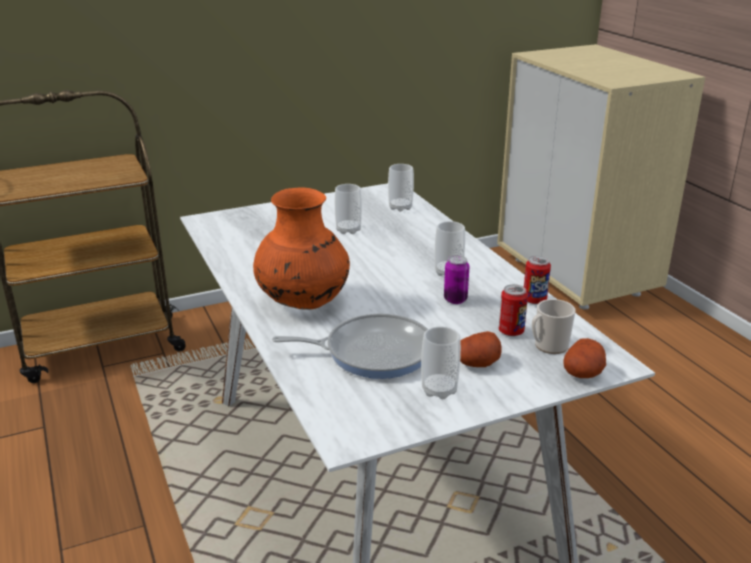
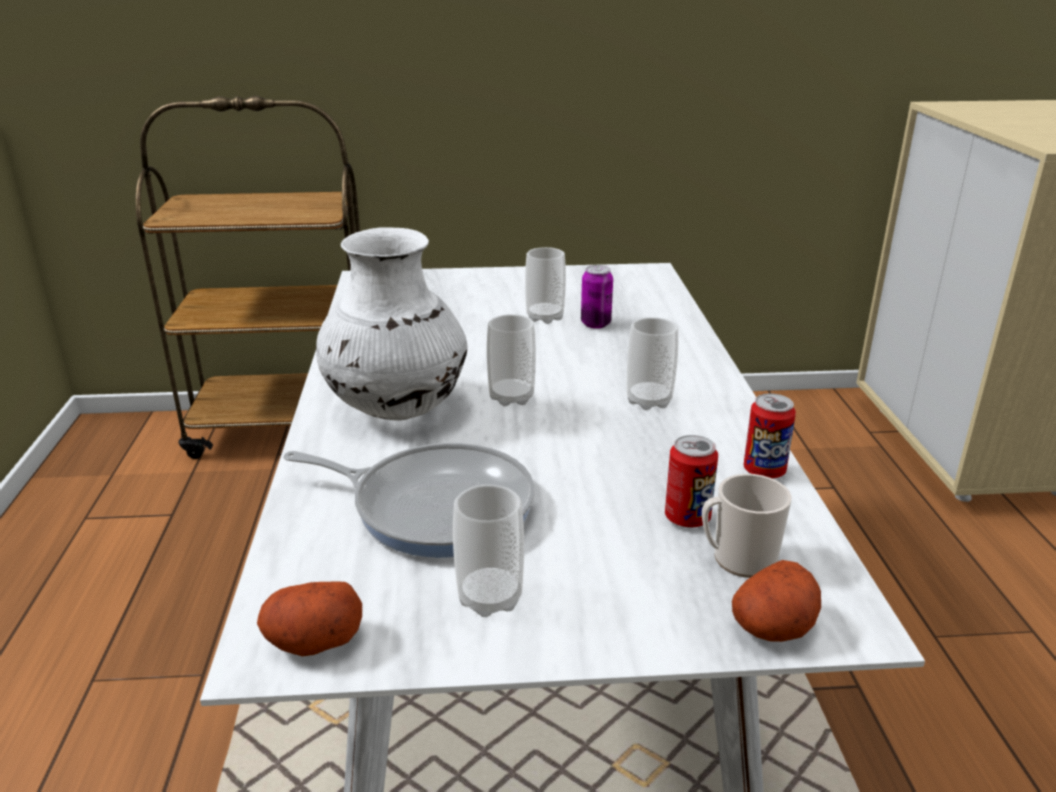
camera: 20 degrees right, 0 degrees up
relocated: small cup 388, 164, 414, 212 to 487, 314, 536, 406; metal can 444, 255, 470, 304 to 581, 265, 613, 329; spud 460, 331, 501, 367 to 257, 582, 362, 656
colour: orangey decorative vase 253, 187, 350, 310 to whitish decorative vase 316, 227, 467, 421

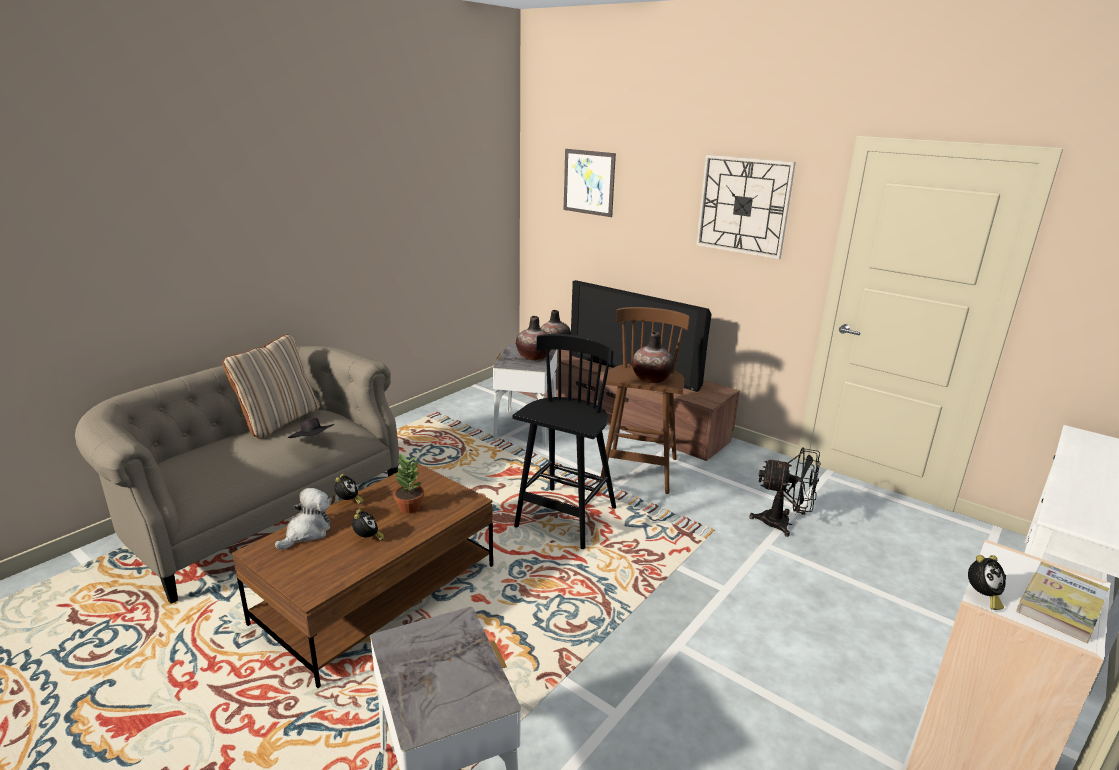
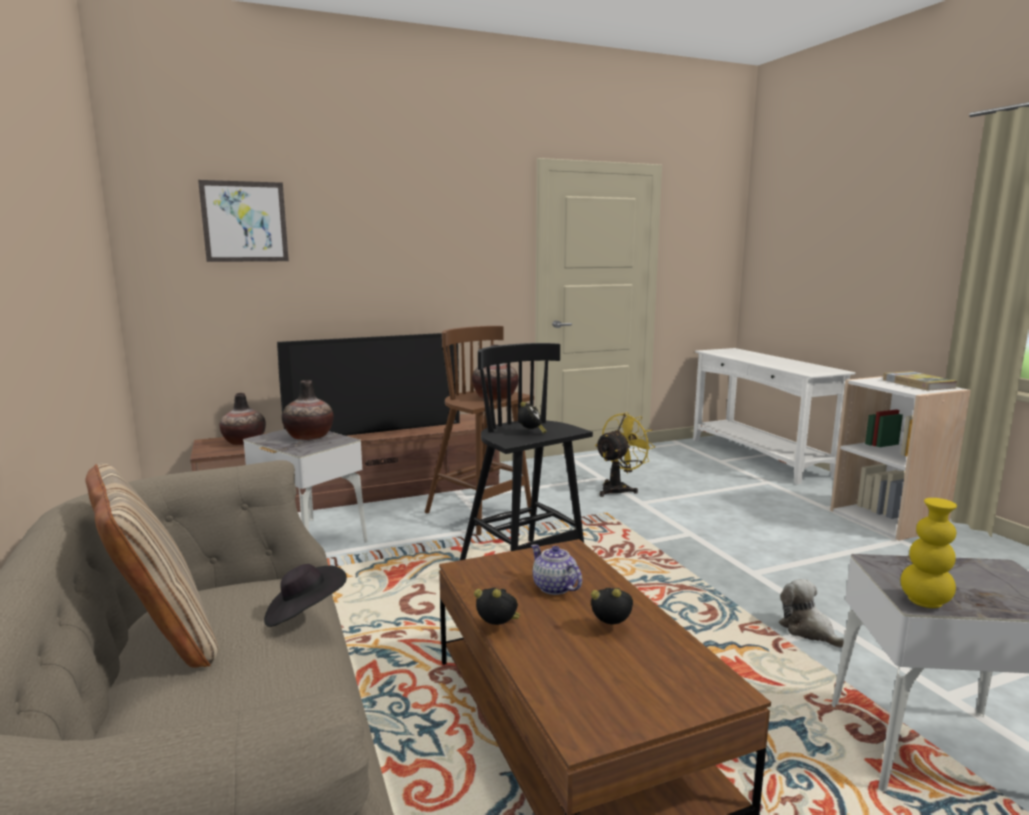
camera: 60 degrees left, 10 degrees down
missing: wall clock 696, 154, 796, 259
appeared: yellow decorative vase 900, 498, 957, 608
relocated: cuddly toy 275, 488, 330, 550 to 779, 579, 844, 648; bedside clock 968, 555, 1006, 610 to 518, 402, 547, 434
exchanged: plant in a pot 394, 454, 424, 514 to teapot 531, 544, 582, 595
colour: blackish electric fan 749, 447, 821, 537 to yellow electric fan 595, 412, 655, 497

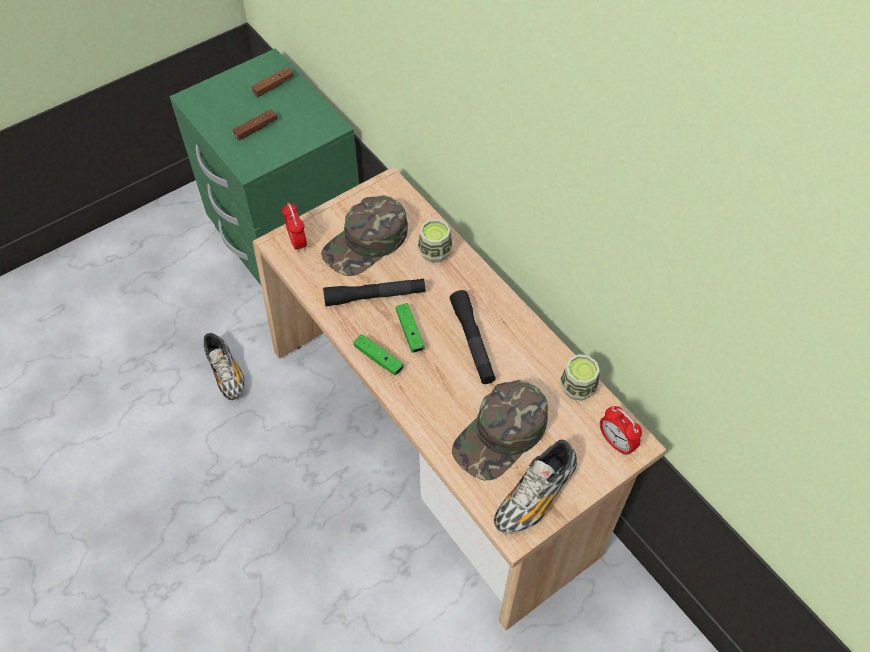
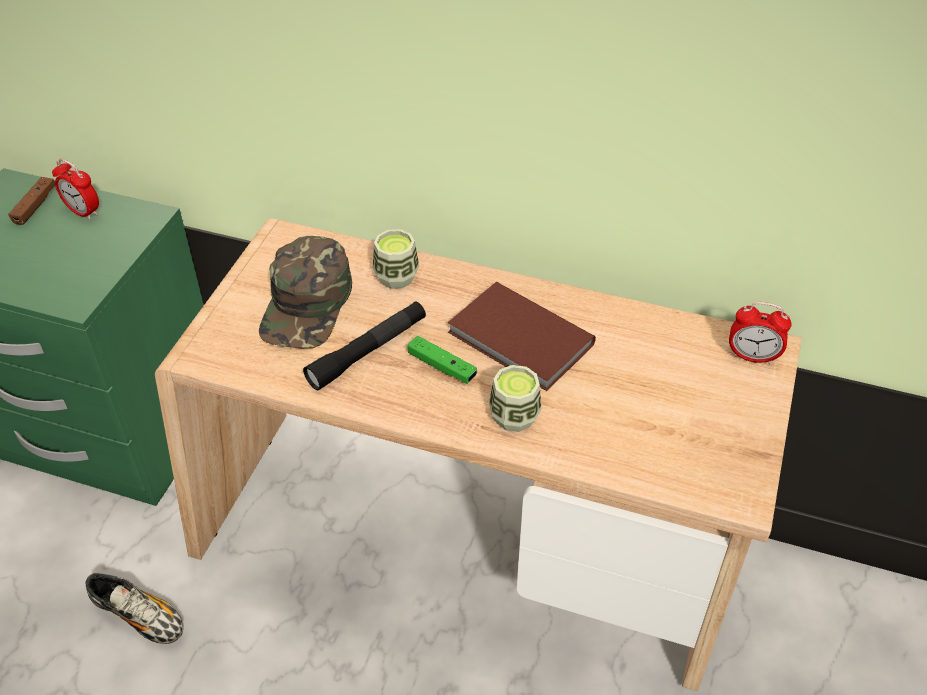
camera: 35 degrees left, 10 degrees down
missing: brown joypad 233, 109, 277, 140; greenish joypad 353, 334, 404, 376; greenish baseball cap 452, 380, 548, 480; shoe 494, 439, 577, 534
relocated: bedside clock 282, 203, 307, 252 to 52, 159, 99, 220; small cup 560, 354, 600, 401 to 489, 365, 541, 432
exchanged: blackish hand torch 450, 290, 496, 384 to brown bound book 448, 282, 596, 391

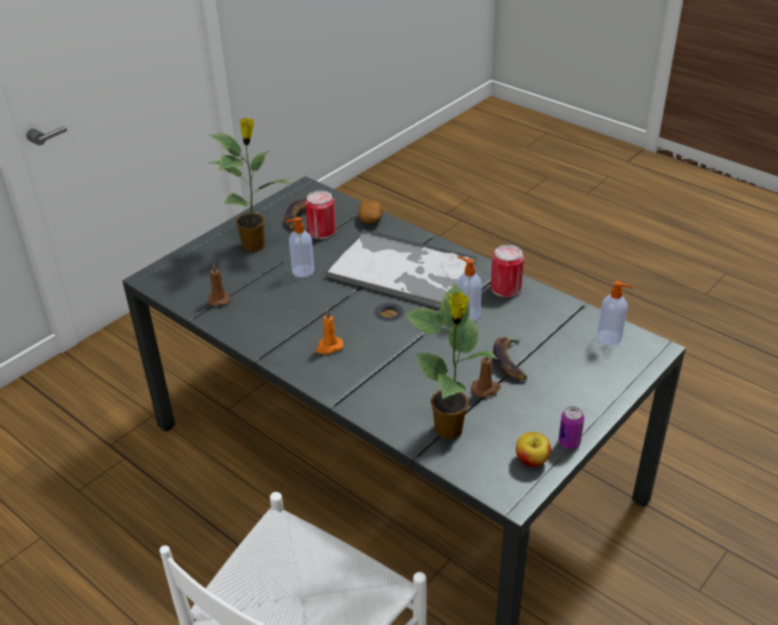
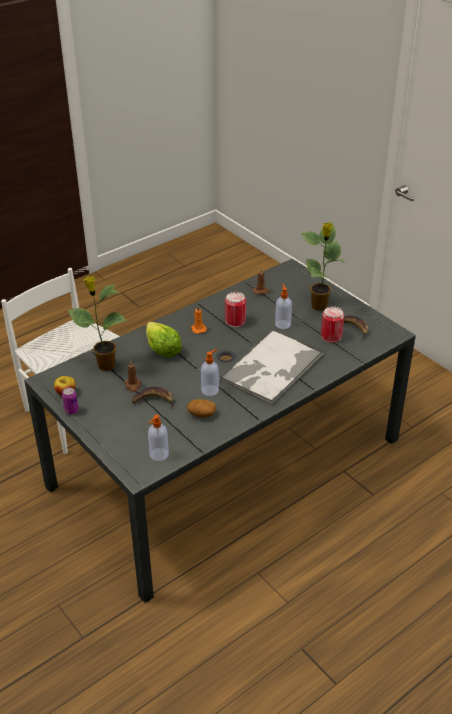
camera: 100 degrees right, 0 degrees up
appeared: head of lettuce 146, 322, 182, 358
relocated: spud 358, 200, 383, 223 to 187, 399, 216, 418; metal can 491, 245, 524, 297 to 225, 292, 246, 327

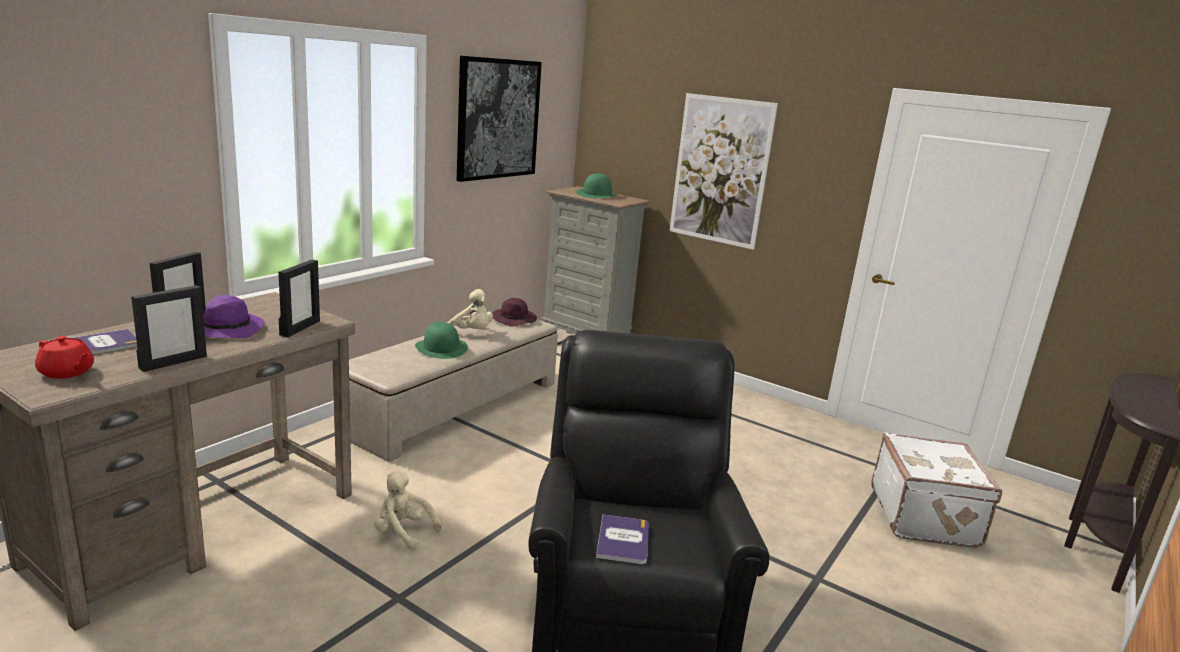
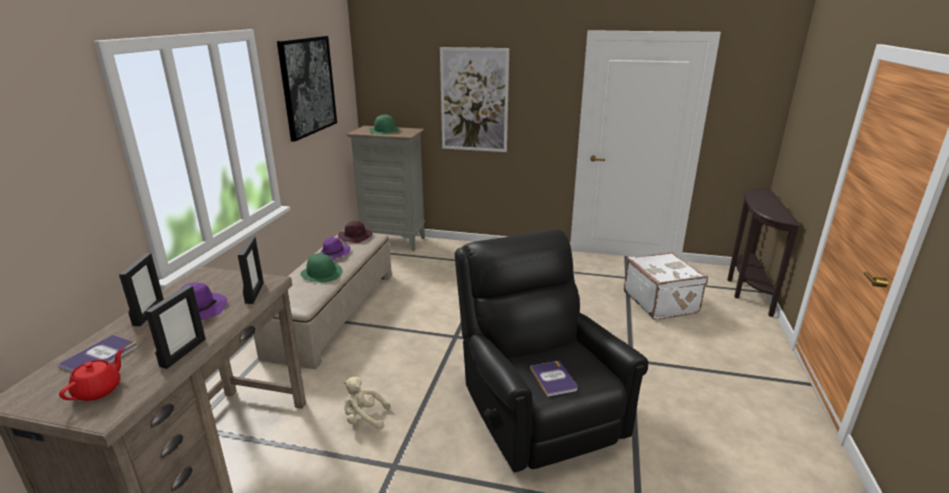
camera: 20 degrees left, 5 degrees up
exchanged: sand-coloured cuddly toy 446, 289, 493, 329 to purple-coloured clothing hat 316, 237, 351, 259
spun: reddish teapot 35, 336, 94, 379 = 59, 349, 124, 401 75 degrees counterclockwise

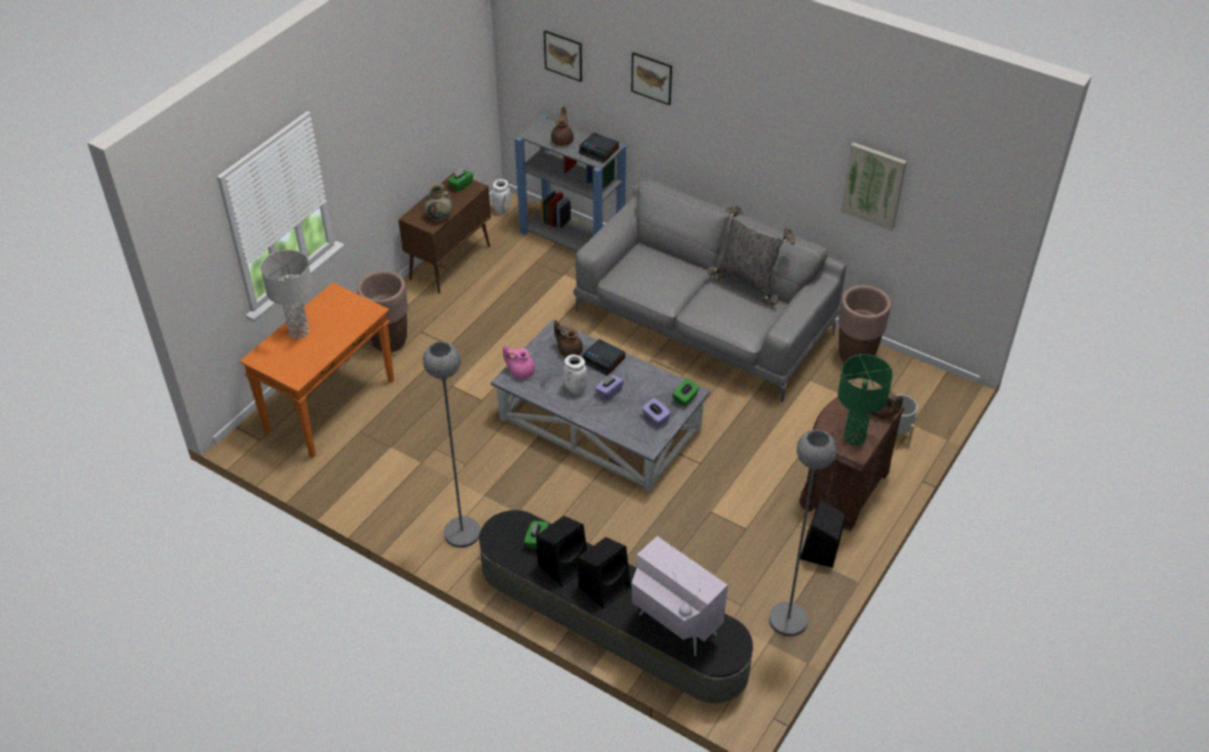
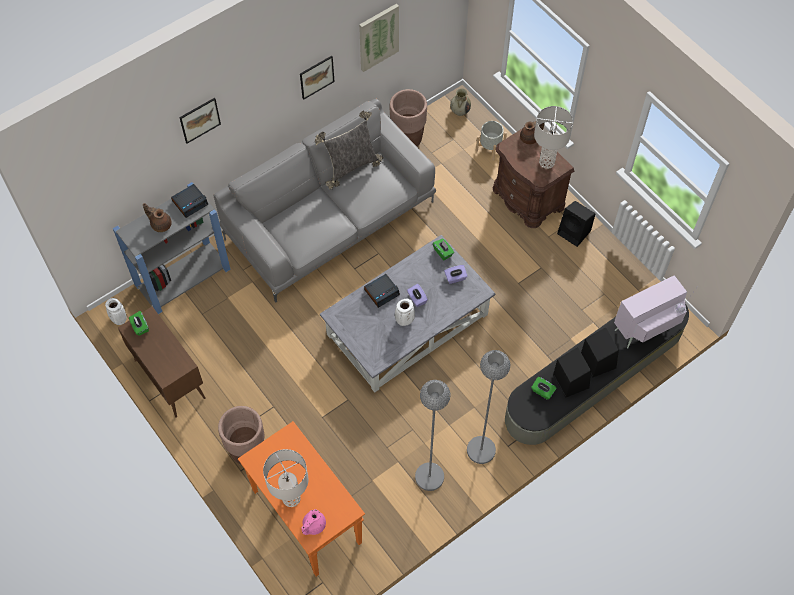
camera: 70 degrees left, 15 degrees up
missing: brown teapot 554, 320, 583, 357
relocated: wall picture 544, 30, 582, 82 to 300, 56, 335, 100; sand-coloured decorative vase 425, 182, 452, 221 to 450, 88, 471, 116; pinkish teapot 503, 345, 535, 379 to 301, 509, 326, 535; greyish floor lamp 769, 430, 837, 636 to 415, 380, 450, 491
colour: greenish tabletop lamp 838, 354, 893, 446 to whitish tabletop lamp 534, 106, 573, 169

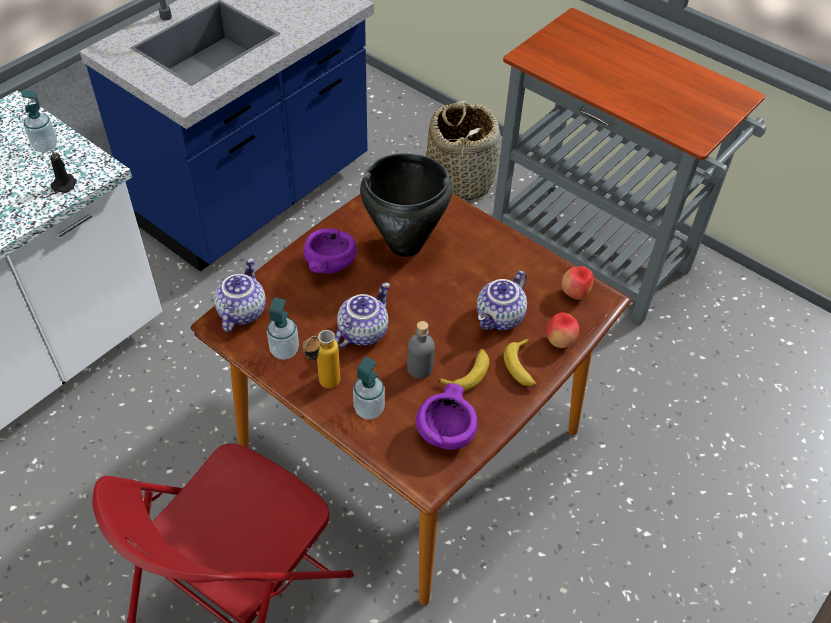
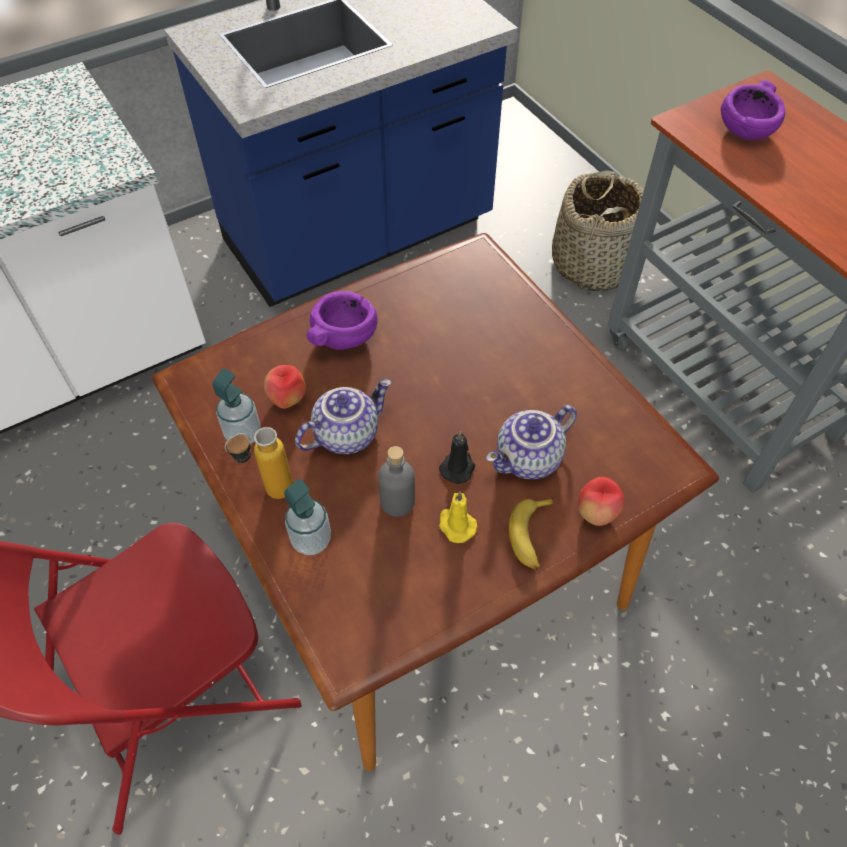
camera: 20 degrees right, 5 degrees up
missing: liquid soap bottle 21, 90, 57, 152; blackish cooking pot 360, 153, 453, 257; teapot 214, 258, 266, 332
relocated: blackish wax candle 50, 149, 77, 193 to 439, 431, 475, 484; apple fruit 562, 266, 594, 300 to 264, 365, 306, 409; purple-coloured bowl 416, 383, 478, 450 to 721, 80, 785, 140
exchanged: banana 438, 349, 489, 391 to yellow wax candle 439, 491, 477, 543

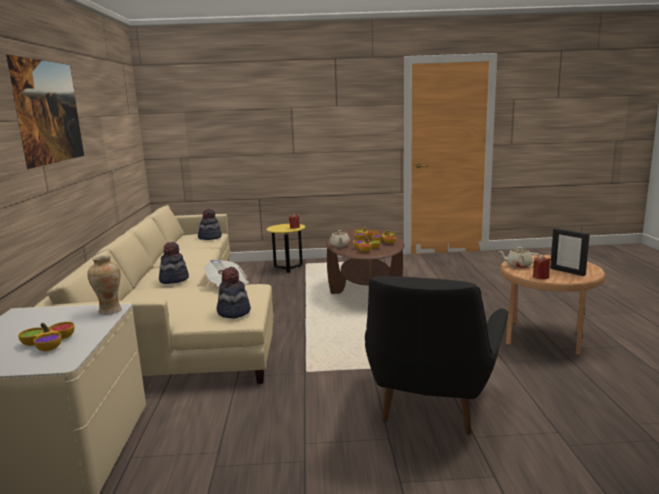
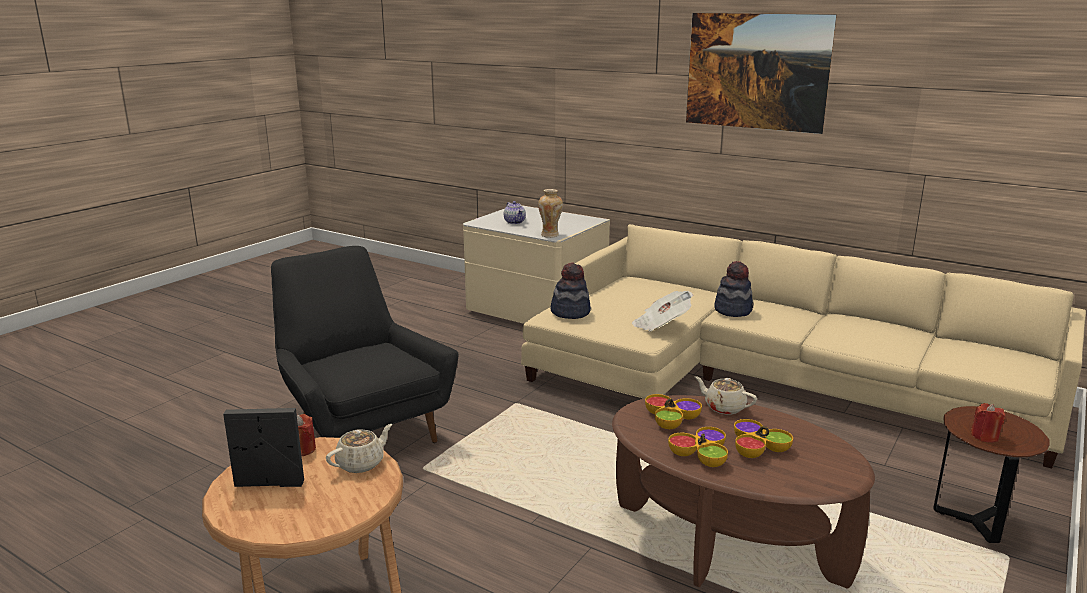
camera: 125 degrees right, 5 degrees up
missing: clothing hat 198, 209, 222, 240
exchanged: bowl 18, 322, 75, 351 to teapot 504, 201, 526, 224
colour: yellow side table 267, 224, 305, 273 to brown side table 933, 406, 1050, 543

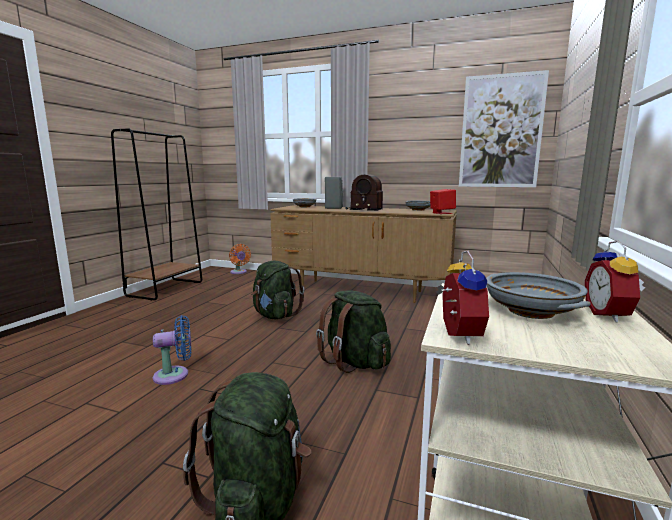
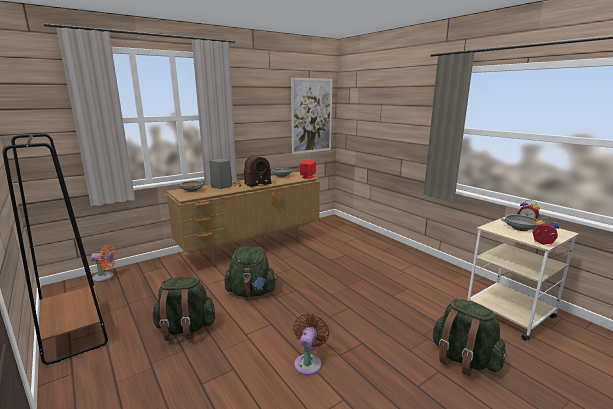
camera: 55 degrees left, 5 degrees up
relocated: greenish rucksack 316, 290, 391, 373 to 152, 277, 215, 341
colour: blue-coloured electric fan 153, 315, 191, 385 to brown electric fan 293, 313, 329, 376

